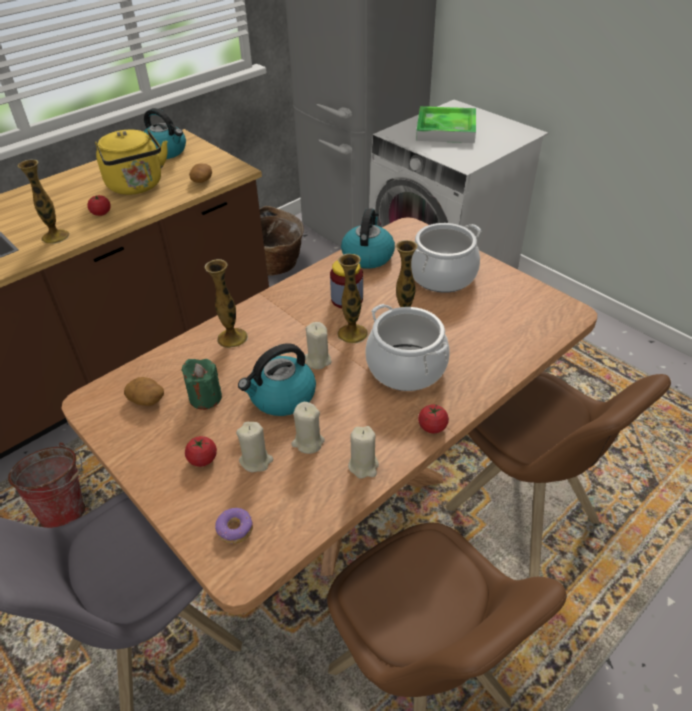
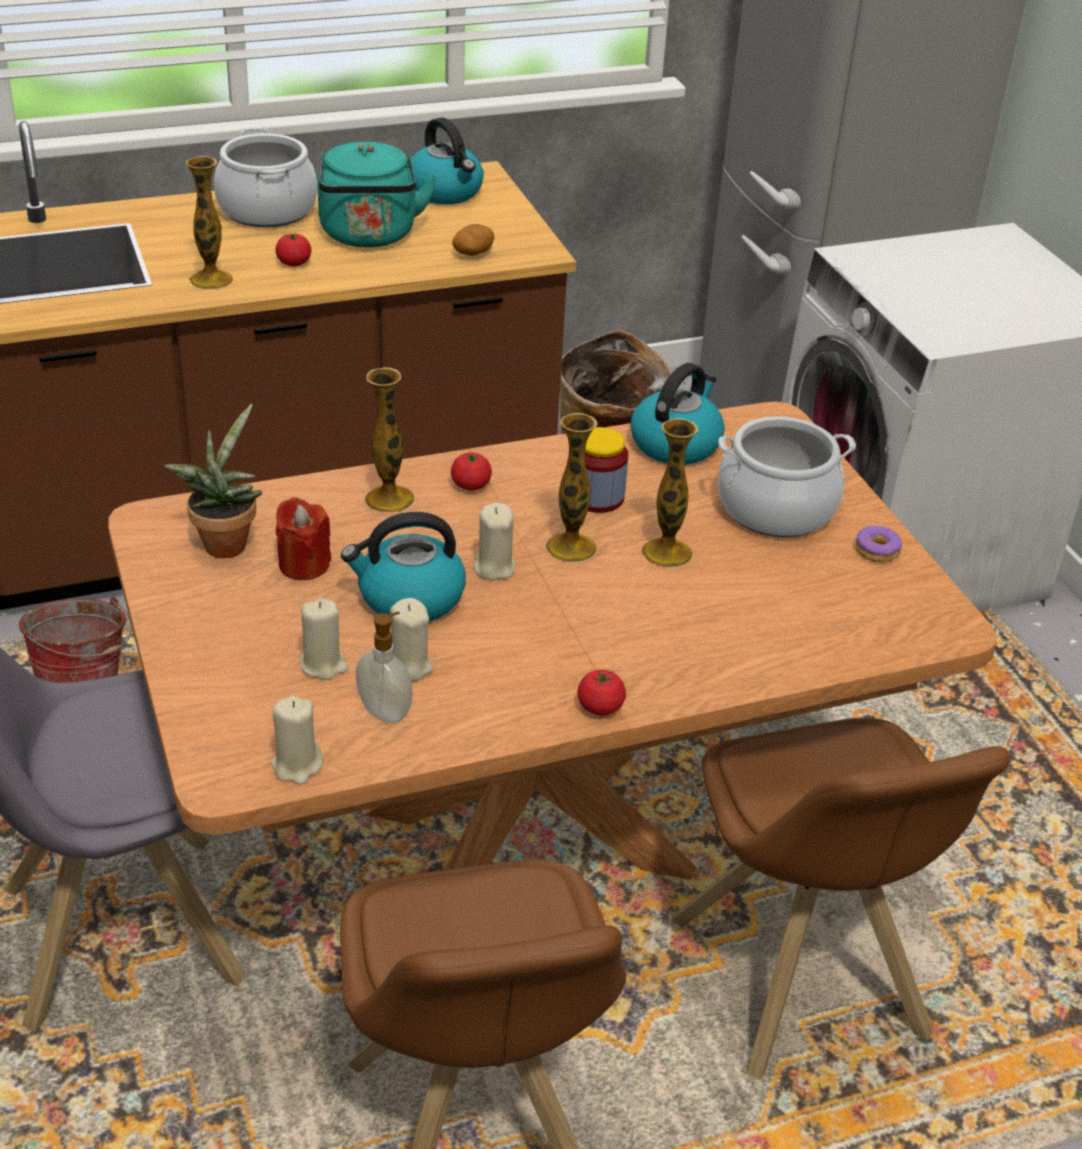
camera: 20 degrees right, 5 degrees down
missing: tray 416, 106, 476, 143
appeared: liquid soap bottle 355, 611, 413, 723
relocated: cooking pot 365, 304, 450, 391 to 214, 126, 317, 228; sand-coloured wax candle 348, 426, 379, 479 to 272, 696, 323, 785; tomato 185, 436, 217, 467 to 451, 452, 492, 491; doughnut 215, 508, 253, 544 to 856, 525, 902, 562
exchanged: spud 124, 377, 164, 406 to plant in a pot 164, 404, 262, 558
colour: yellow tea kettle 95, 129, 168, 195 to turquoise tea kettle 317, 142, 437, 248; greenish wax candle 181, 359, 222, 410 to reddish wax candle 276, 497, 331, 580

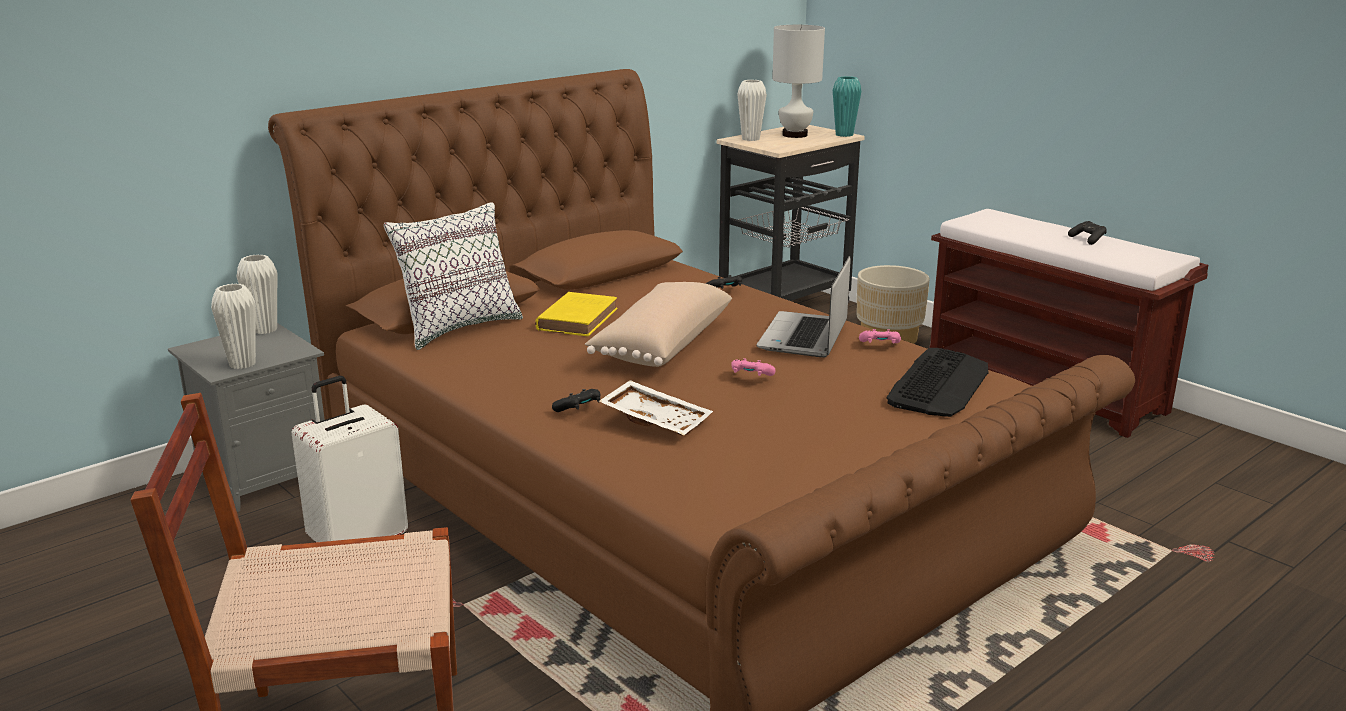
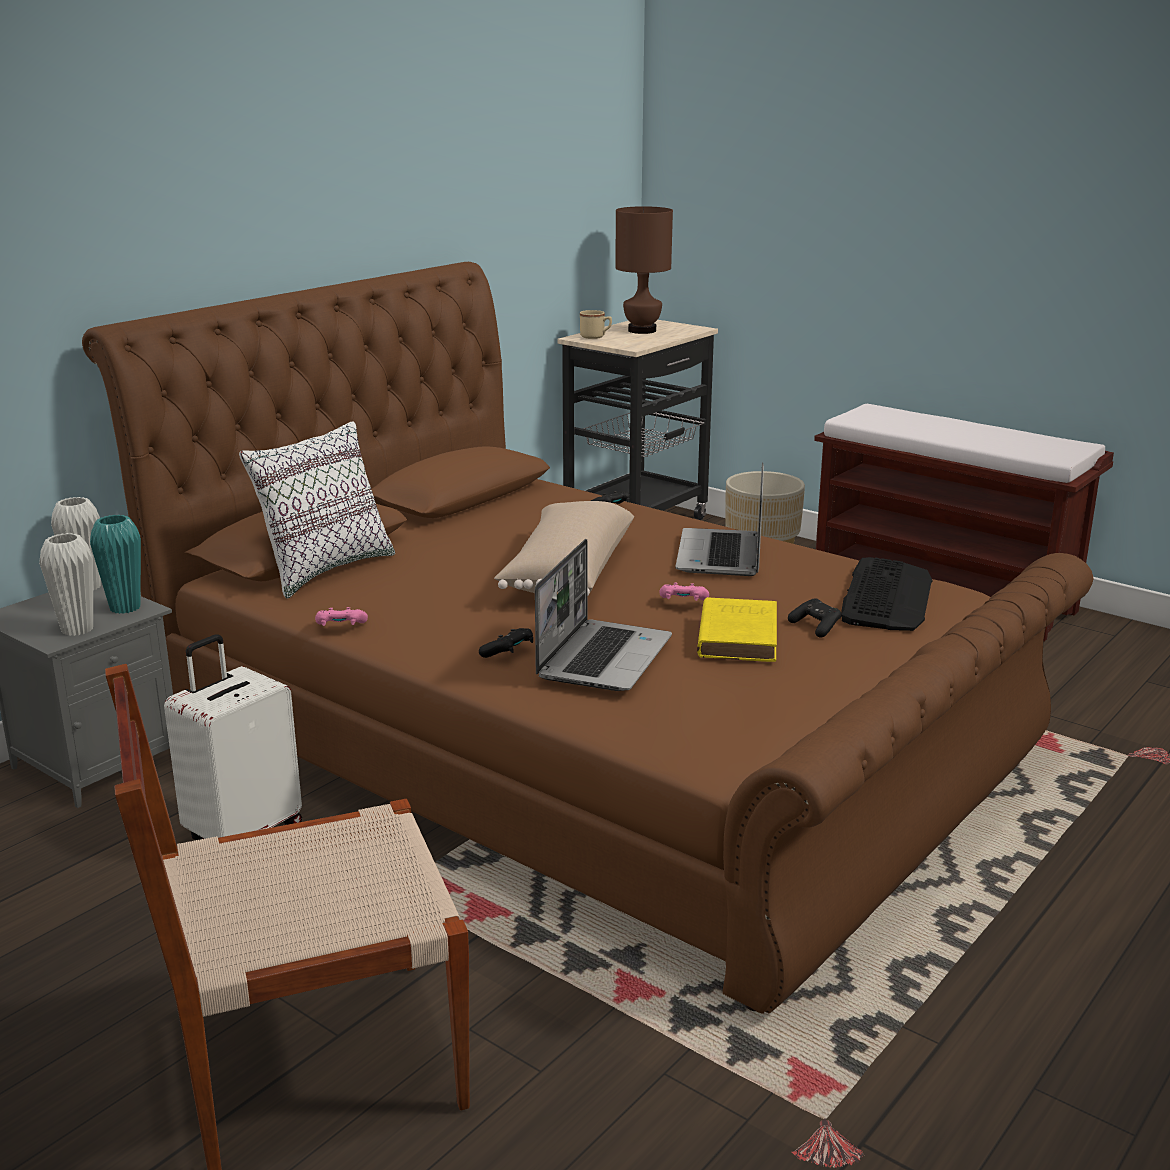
camera: 10 degrees left, 0 degrees up
relocated: turquoise decorative vase 833, 76, 862, 137 to 90, 515, 141, 614; blackish joypad 1068, 221, 1107, 245 to 788, 598, 841, 638; yellow bound book 535, 292, 618, 336 to 697, 597, 777, 662; pinkish joypad 859, 329, 901, 344 to 315, 607, 368, 626
exchanged: whitish decorative vase 737, 80, 767, 141 to sand-coloured mug 580, 310, 612, 339; whitish tray 599, 380, 713, 436 to notebook computer 535, 539, 672, 691
colour: whitish tabletop lamp 772, 25, 825, 138 to brown tabletop lamp 616, 206, 673, 334

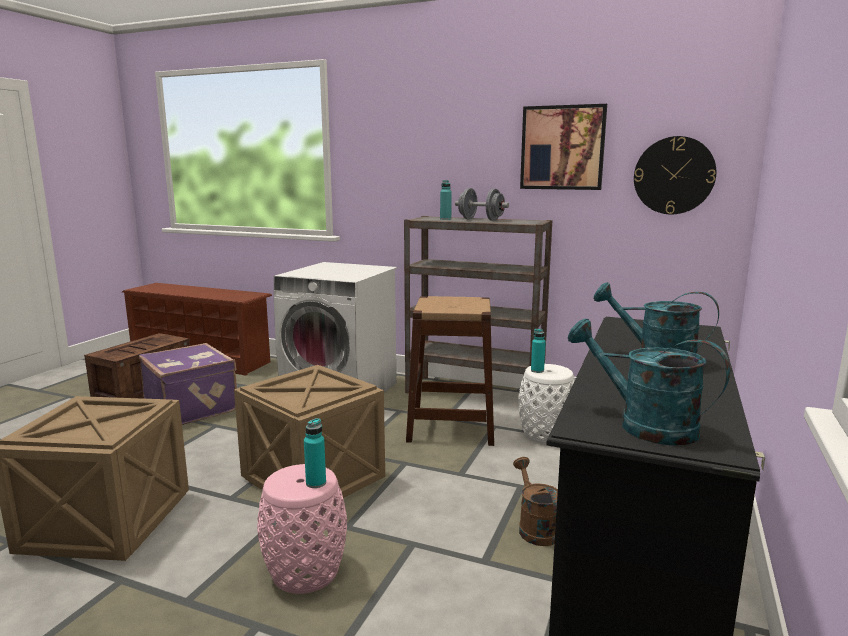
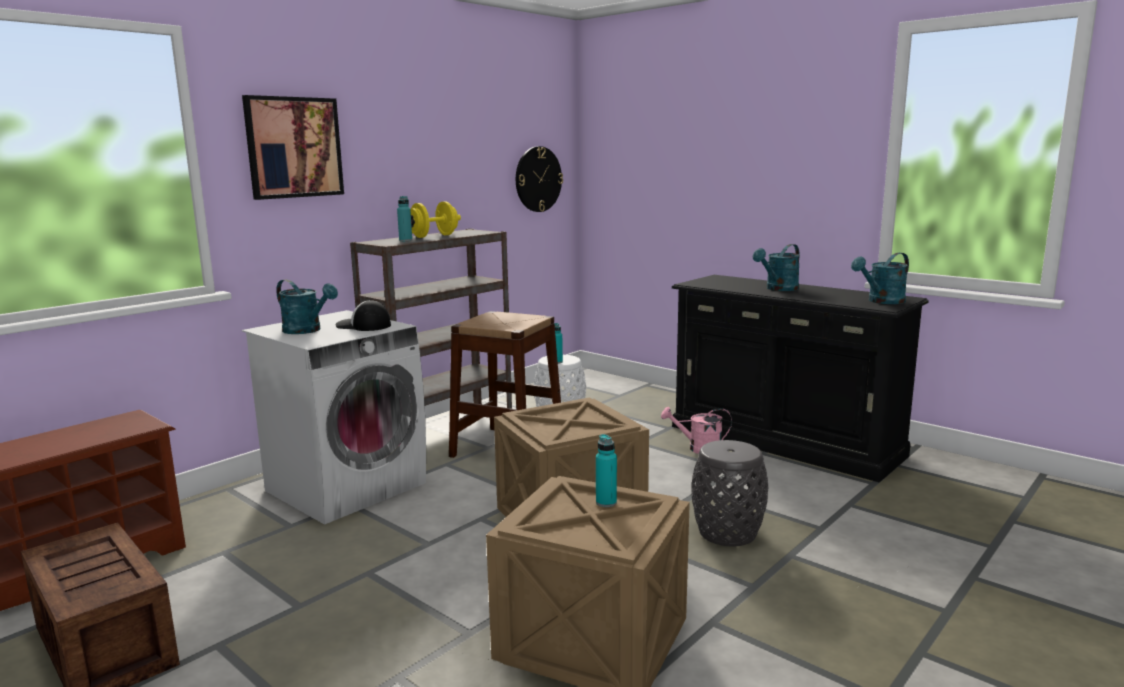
camera: 70 degrees left, 0 degrees up
missing: purple-coloured suitcase 139, 343, 237, 425
appeared: turquoise watering can 276, 279, 338, 334; baseball cap 336, 300, 391, 331
relocated: wall picture 520, 104, 607, 190 to 242, 95, 344, 200; turquoise drink bottle 304, 418, 326, 488 to 596, 434, 617, 507
colour: greyish hand weight 455, 188, 509, 221 to yellow hand weight 410, 201, 461, 238; brown watering can 513, 457, 558, 546 to pinkish watering can 661, 407, 732, 454; pinkish sitting stool 257, 464, 347, 594 to greyish sitting stool 691, 440, 768, 546

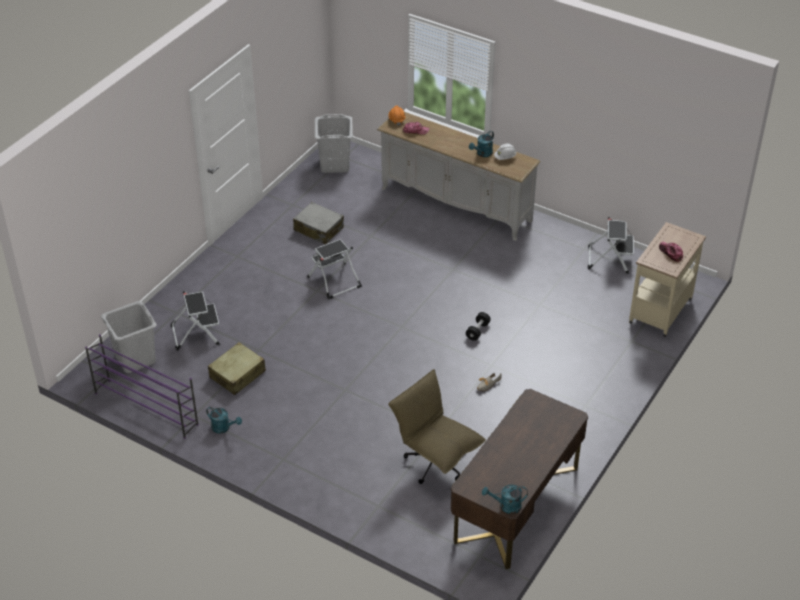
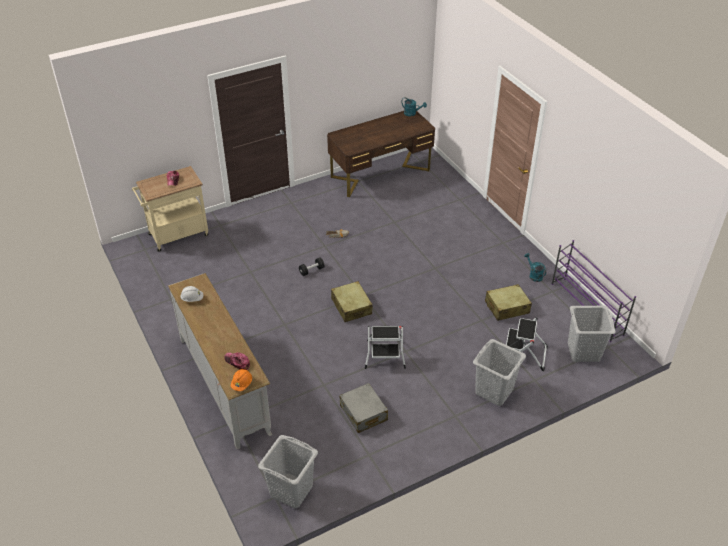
camera: 150 degrees left, 0 degrees up
missing: turquoise watering can 469, 131, 494, 157; step stool 588, 217, 634, 274; sand-coloured computer chair 388, 369, 486, 484
appeared: sand-coloured suitcase 331, 281, 373, 322; greyish washing basket 473, 339, 526, 406

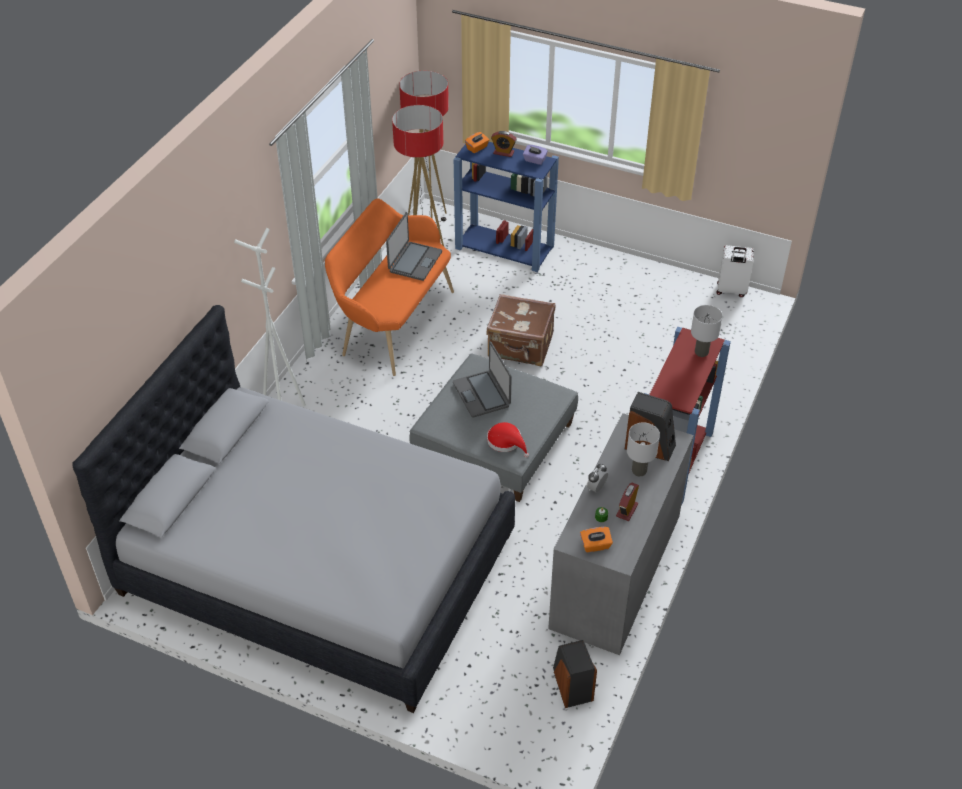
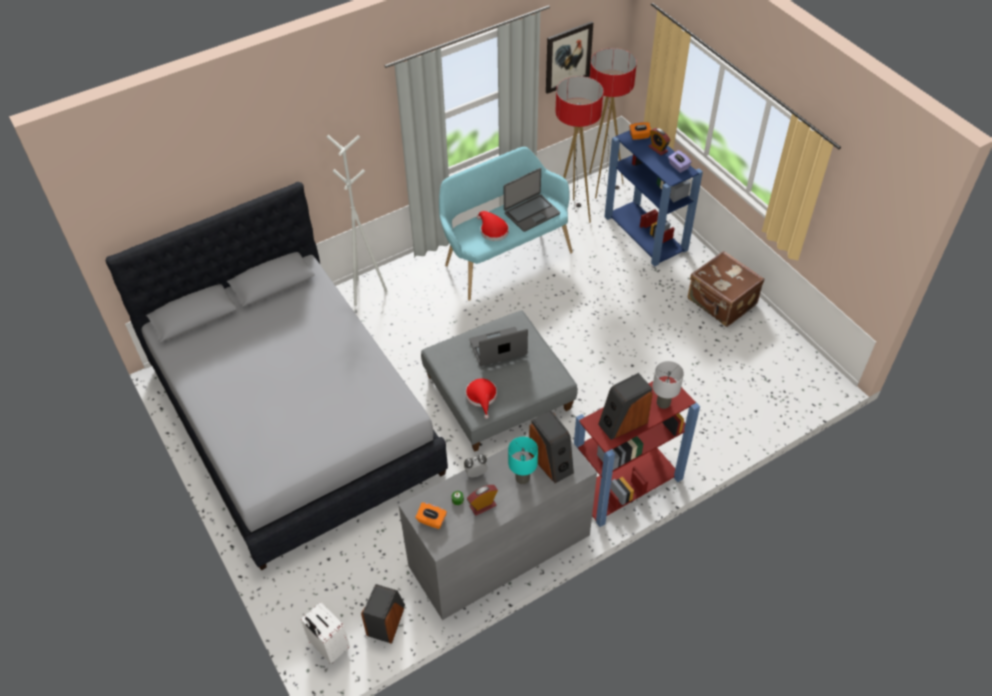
camera: 35 degrees right, 5 degrees up
appeared: wall picture 546, 21, 593, 94; reddish clothing hat 477, 211, 509, 241; audio speaker 598, 373, 653, 440
relocated: whitish suitcase 717, 245, 754, 297 to 300, 602, 350, 664; brown suitcase 486, 294, 555, 366 to 688, 251, 764, 327
colour: orangey bench 325, 198, 454, 376 to turquoise bench 439, 147, 573, 301; whitish tabletop lamp 627, 423, 660, 477 to turquoise tabletop lamp 508, 437, 538, 484
spun: notebook computer 453, 341, 512, 418 = 470, 327, 528, 366 60 degrees clockwise

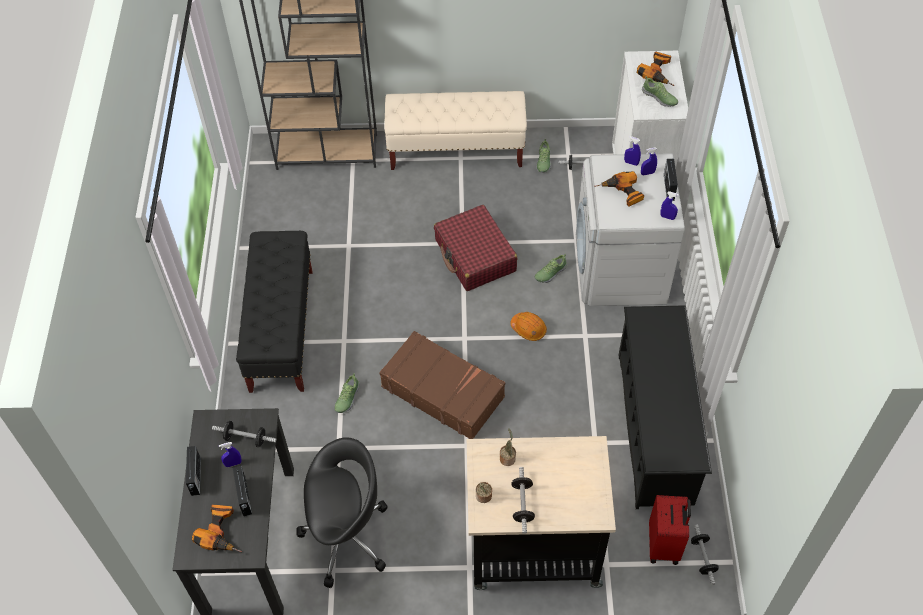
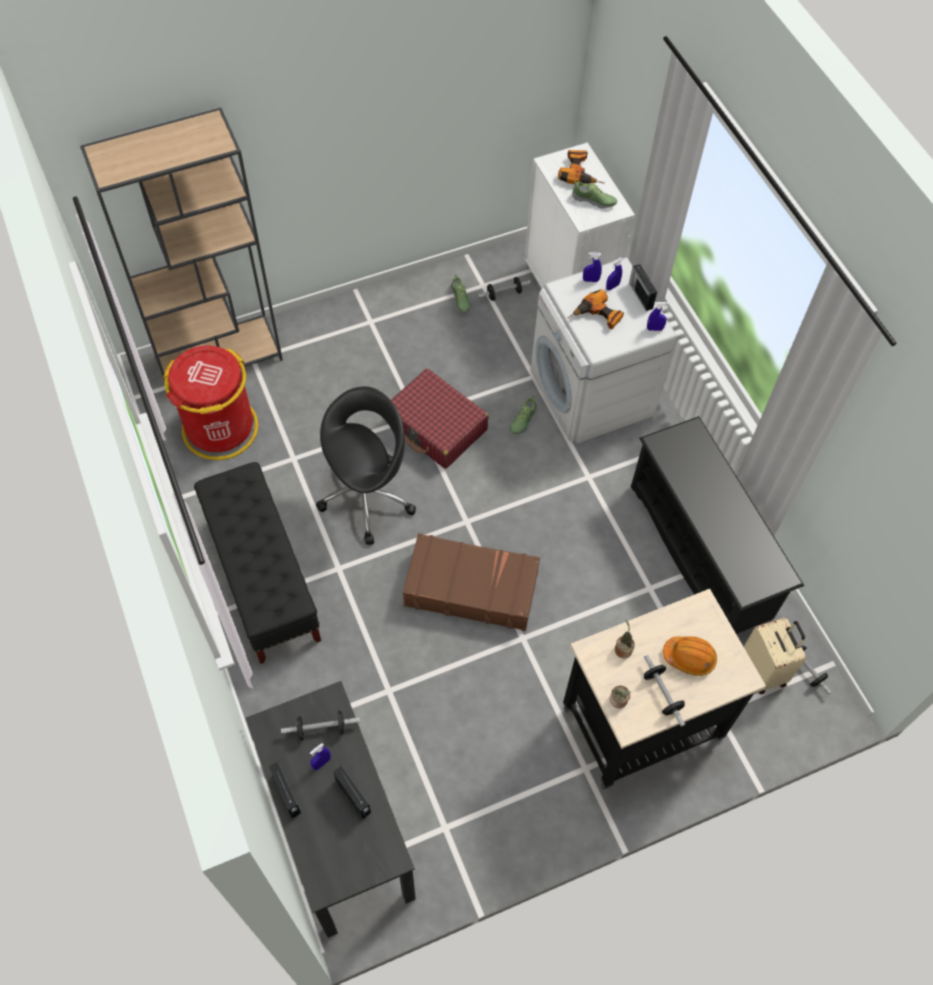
camera: 25 degrees left, 5 degrees up
missing: sand-coloured bench 384, 91, 527, 170; shoe 334, 373, 360, 413; electric drill 192, 505, 242, 552
appeared: reddish rubbish bin 163, 345, 258, 460
relocated: orangey work helmet 510, 312, 547, 341 to 663, 636, 717, 676; blackish computer chair 297, 437, 387, 588 to 316, 386, 416, 545
colour: reddish suitcase 649, 495, 691, 565 to sand-coloured suitcase 744, 617, 806, 694

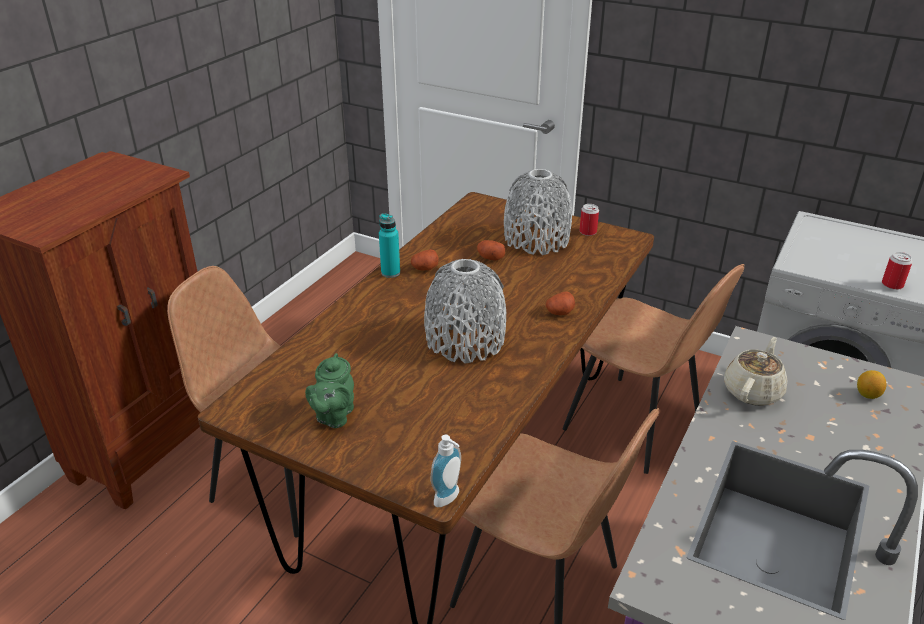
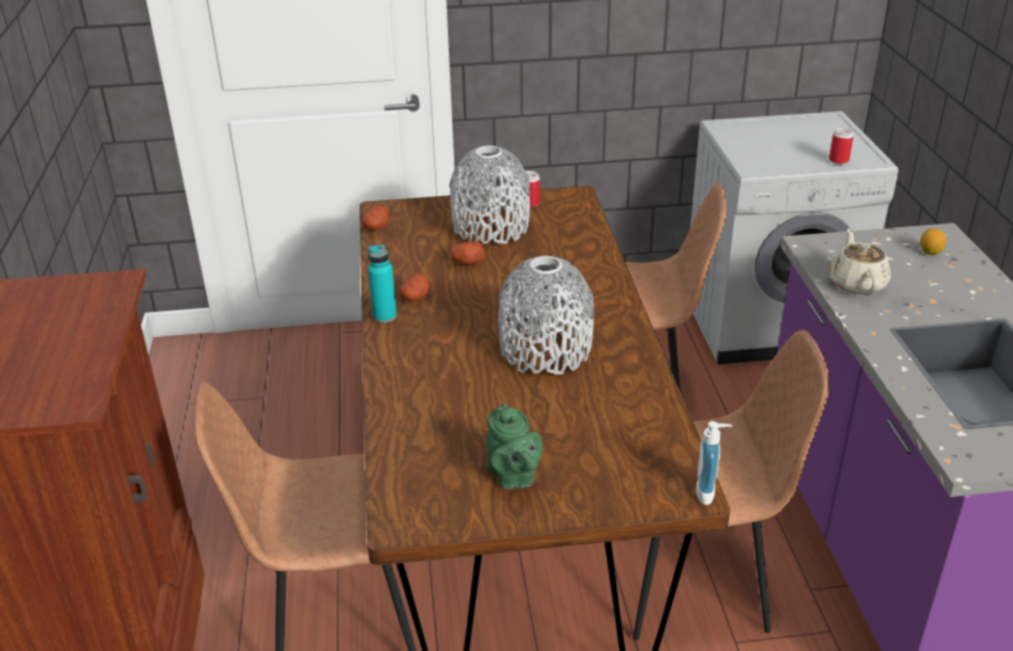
camera: 35 degrees left, 0 degrees up
relocated: spud 546, 291, 575, 315 to 361, 205, 389, 230

